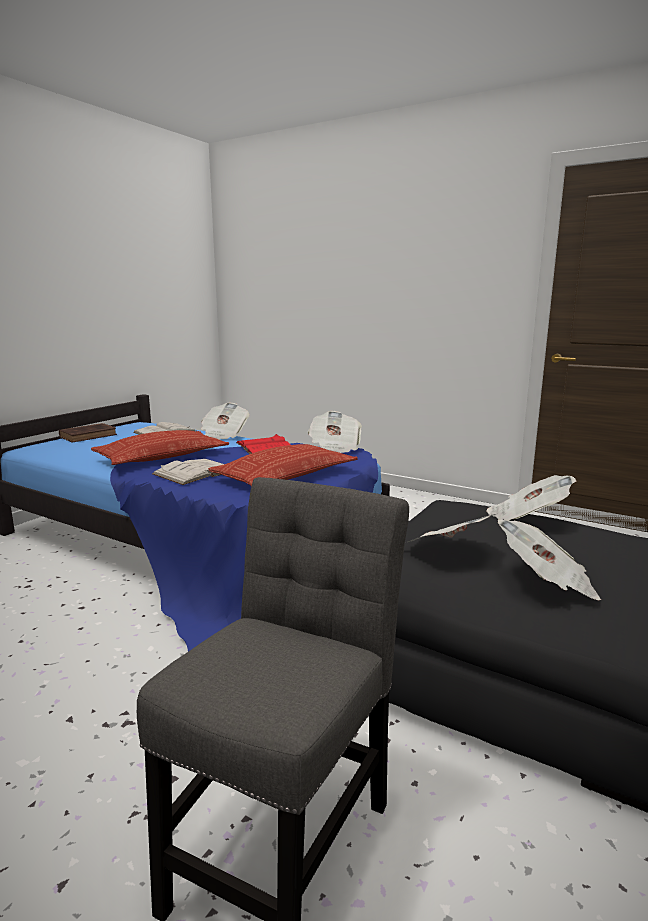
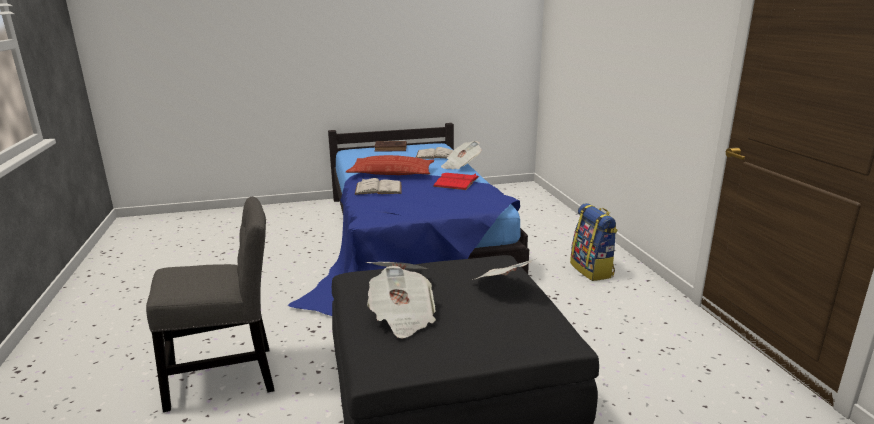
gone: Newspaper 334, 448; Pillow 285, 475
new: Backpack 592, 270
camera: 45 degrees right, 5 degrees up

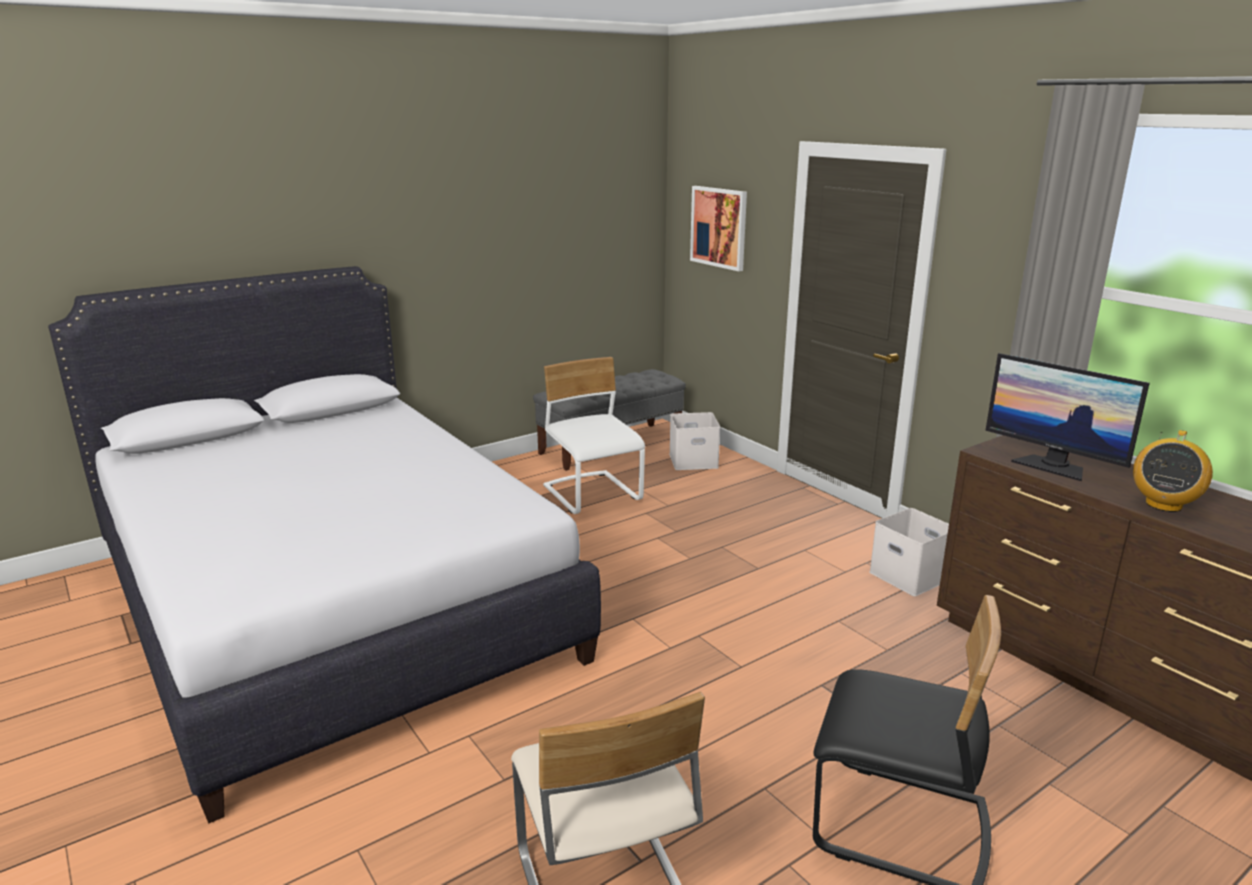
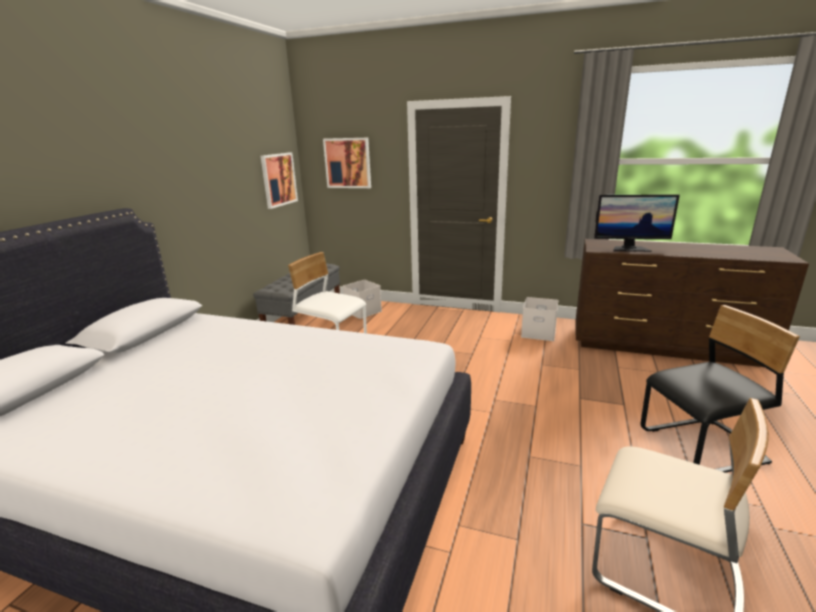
gone: Radio 1163, 504
new: Picture 278, 179
camera: 35 degrees left, 0 degrees up

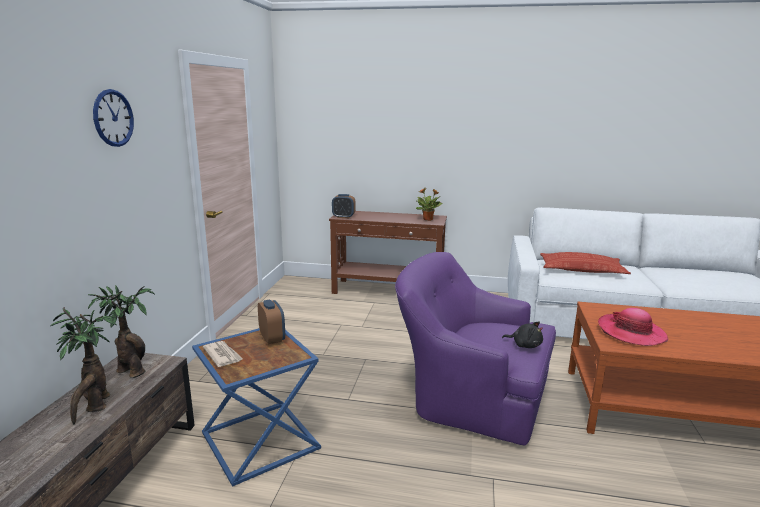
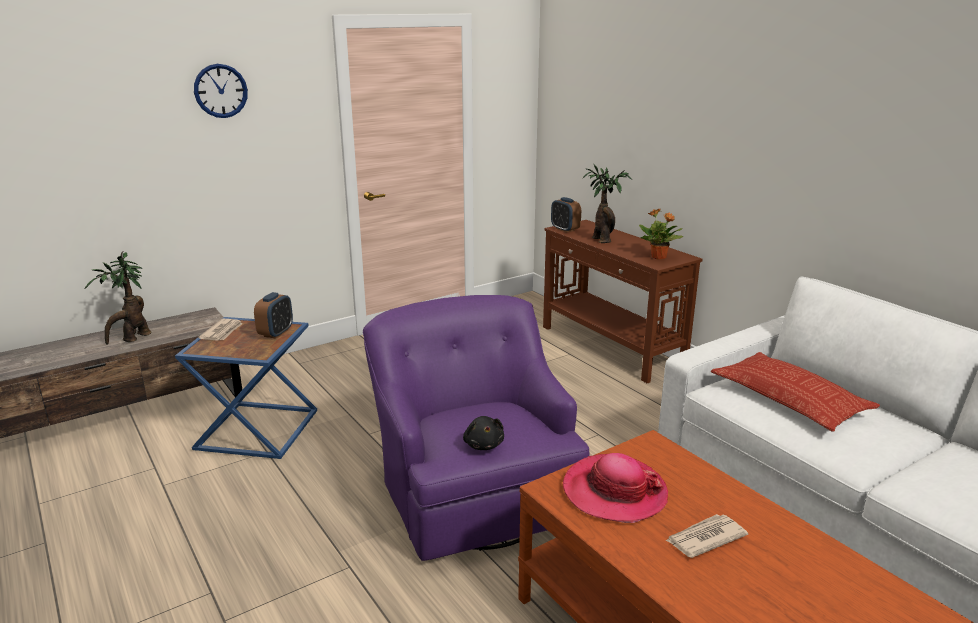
new: Newspaper 704, 538
shifted: PottedPlant 130, 370 to 601, 239
camera: 45 degrees right, 5 degrees up

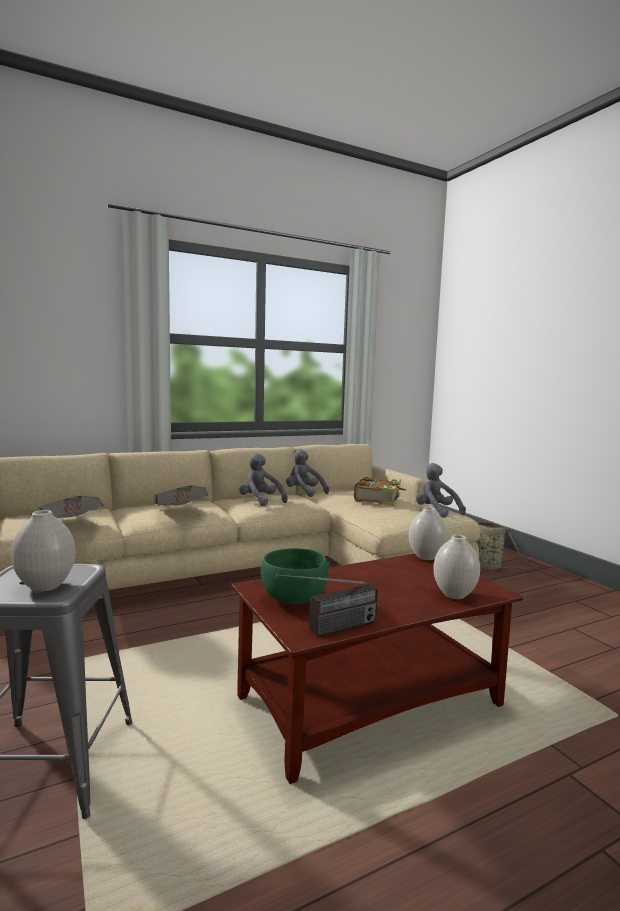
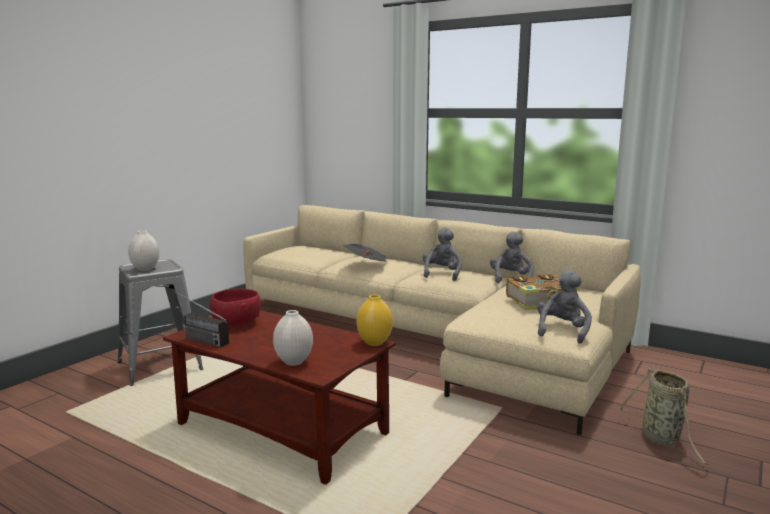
gone: Newspaper 71, 524
repainted: WhiteVase 425, 557 to YellowVase 374, 343; GreenBowl 294, 599 to RedBowl 236, 323
camera: 60 degrees right, 5 degrees up

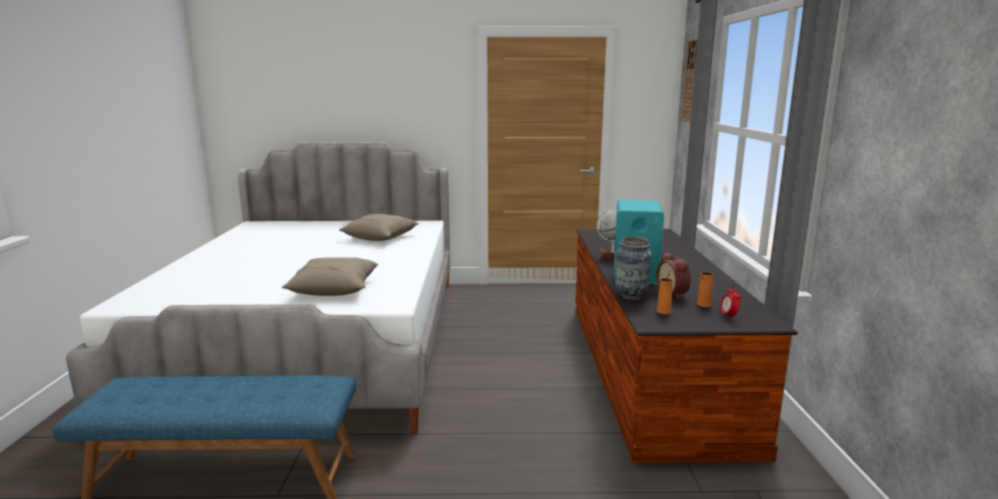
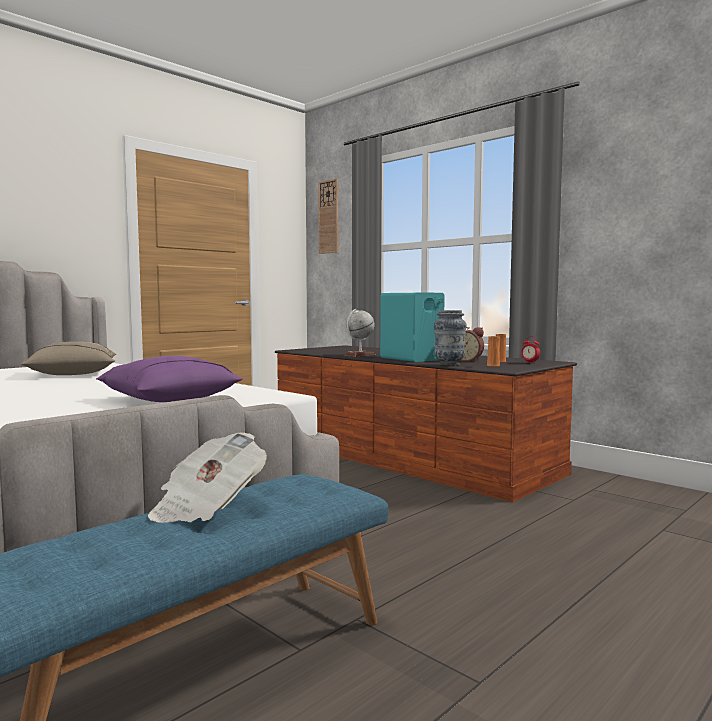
new: Newspaper 207, 507
repainted: BeigePillow 334, 289 to PurplePillow 169, 399
camera: 45 degrees left, 10 degrees down

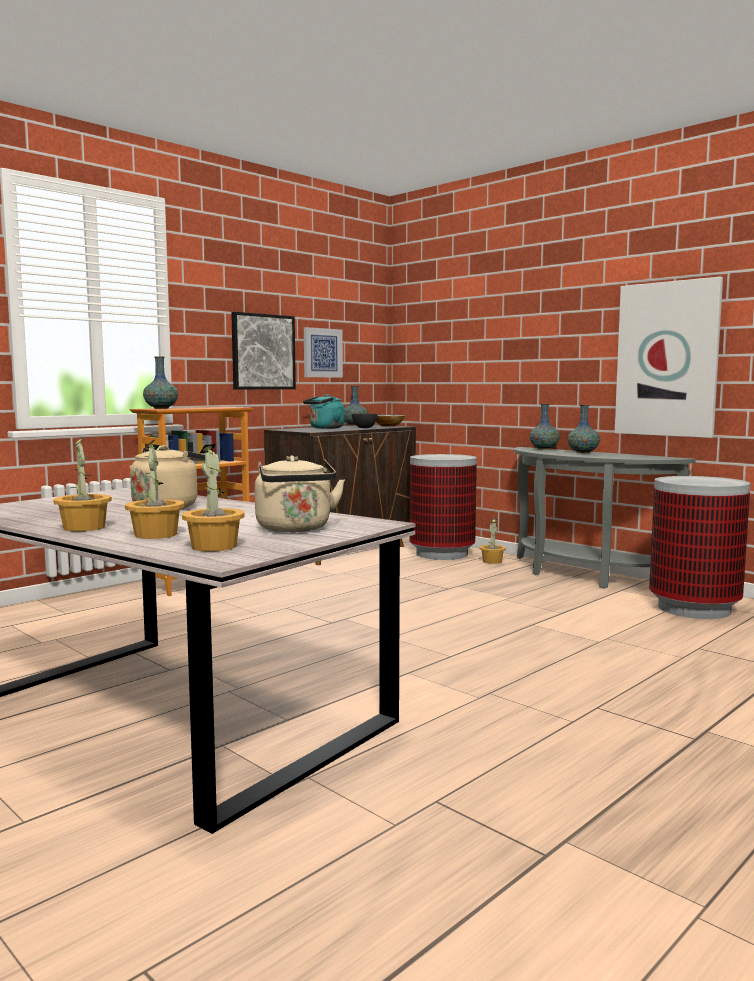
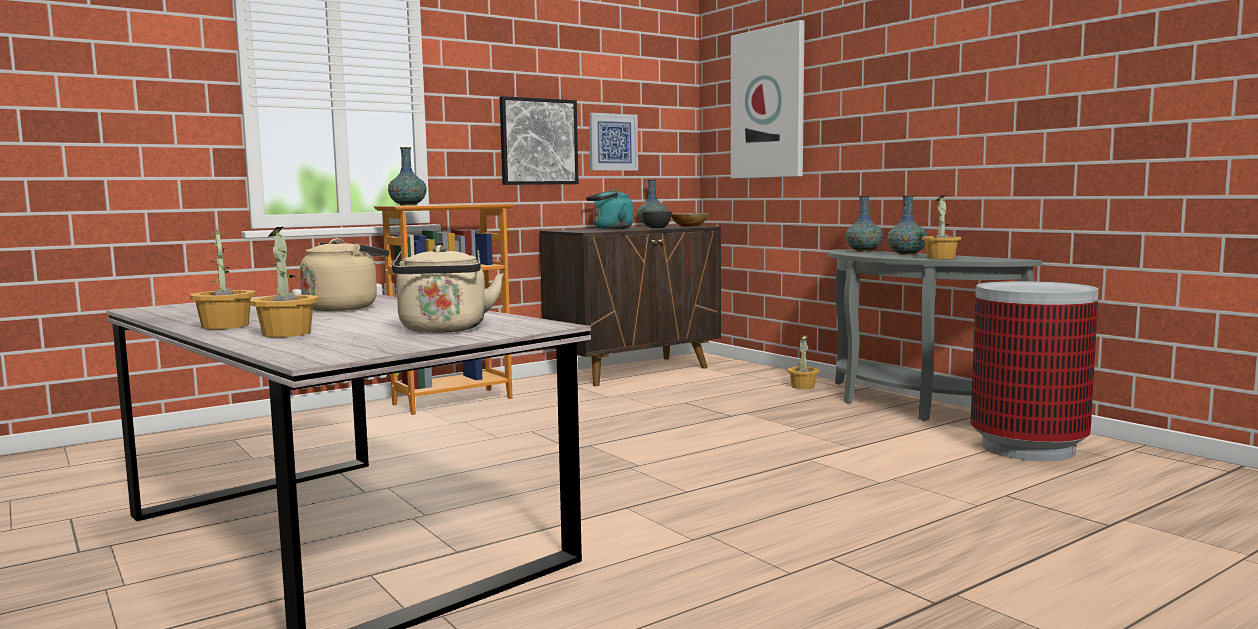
gone: TrashCan 442, 554
shifted: Picture 667, 359 to 768, 103; PottedPlant 214, 546 to 941, 258
camera: 10 degrees right, 0 degrees up

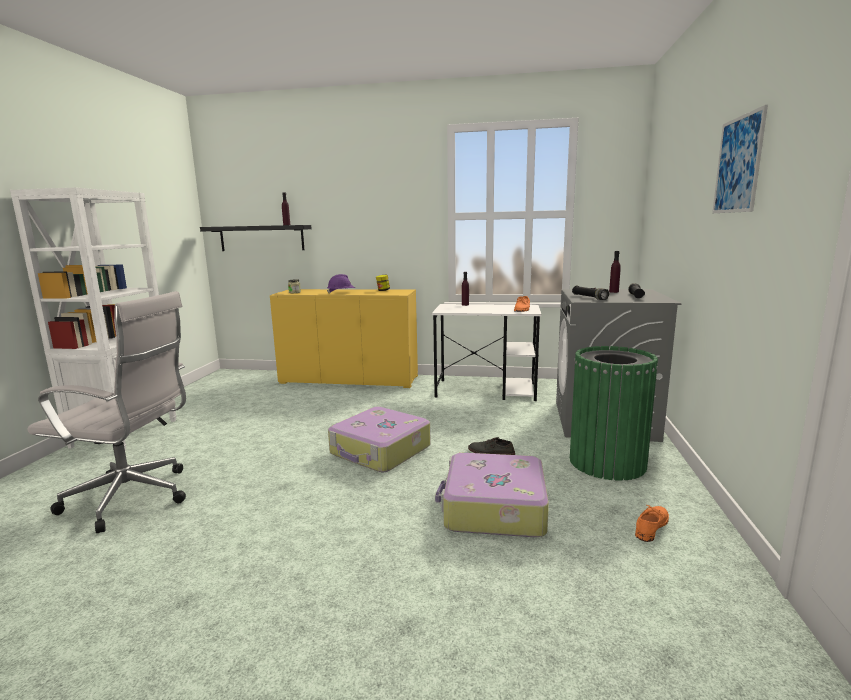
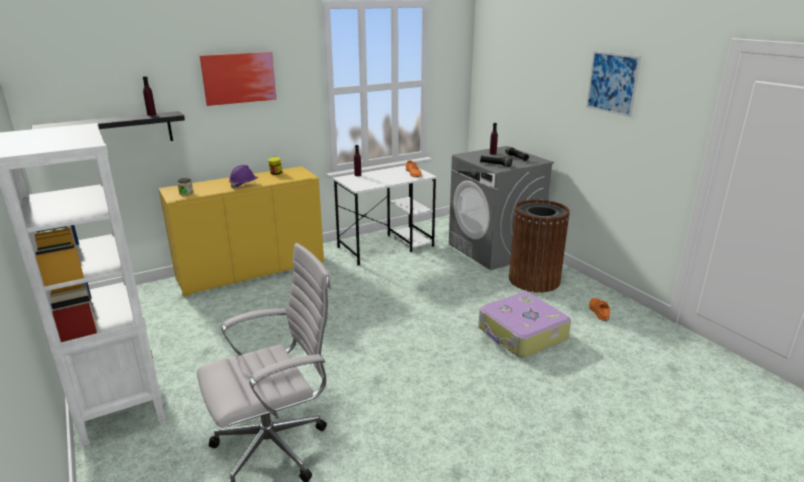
gone: Suitcase 380, 451; GreyShoe 491, 453
new: Picture 239, 78
repainted: GreenTrashCan 607, 462 to BrownTrashCan 534, 280
camera: 40 degrees left, 10 degrees up

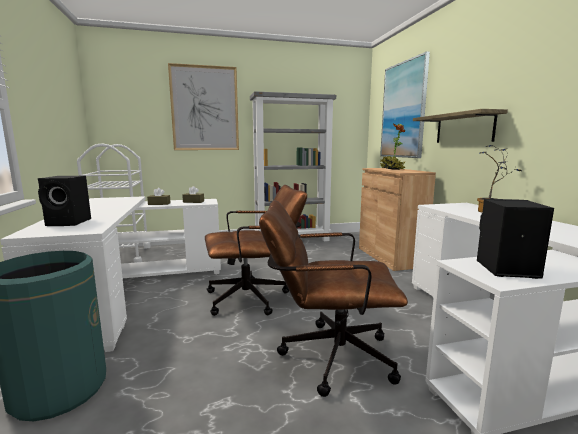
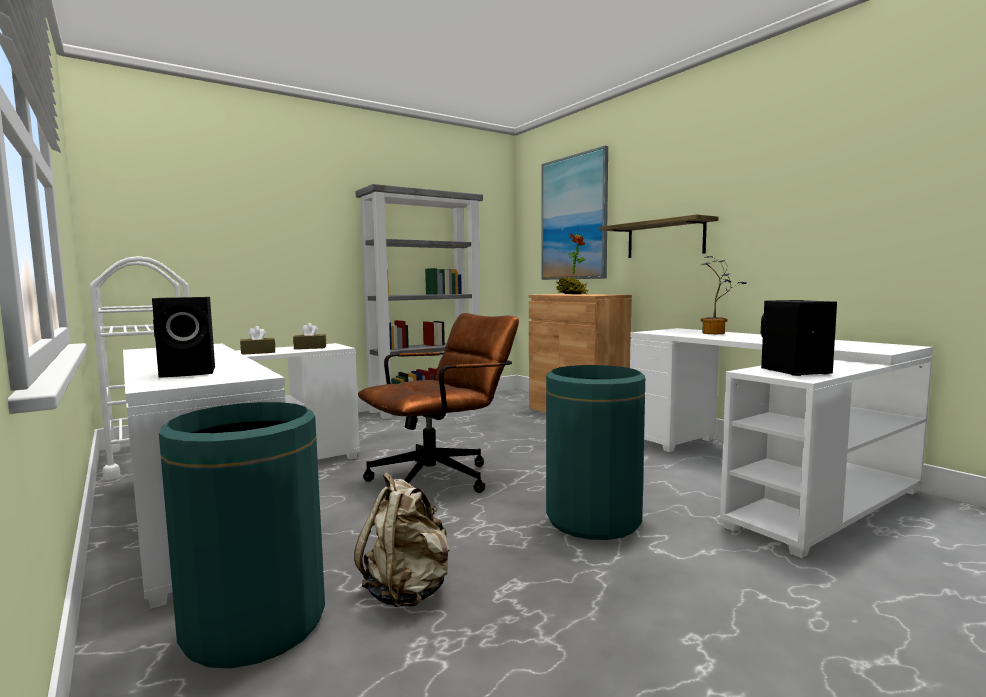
gone: Picture 205, 108
new: BeigeBackpack 408, 591
swapped: BrownOfficeChair 327, 356 to GreenTrashCan 593, 519
camera: 20 degrees left, 5 degrees down

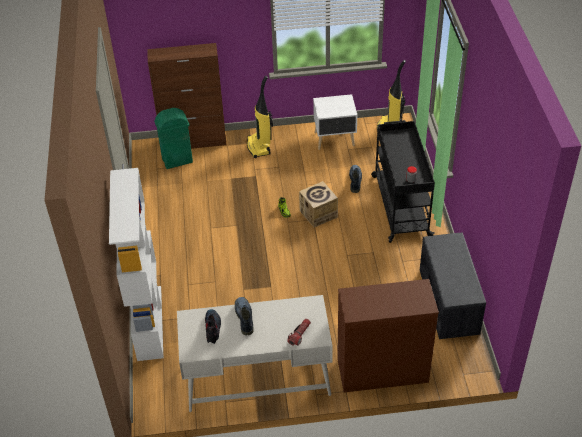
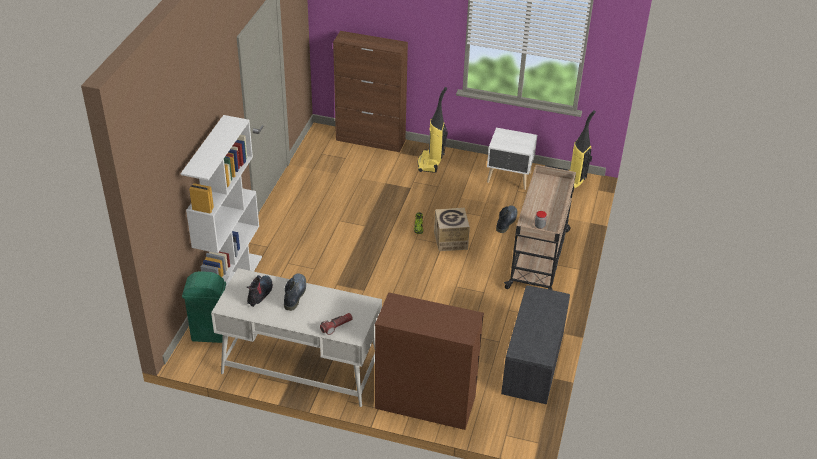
shifted: GreenTrashCan 178, 161 to 211, 335
repainted: BlackCart 400, 205 to BeigeCart 538, 258
camera: 20 degrees right, 5 degrees down

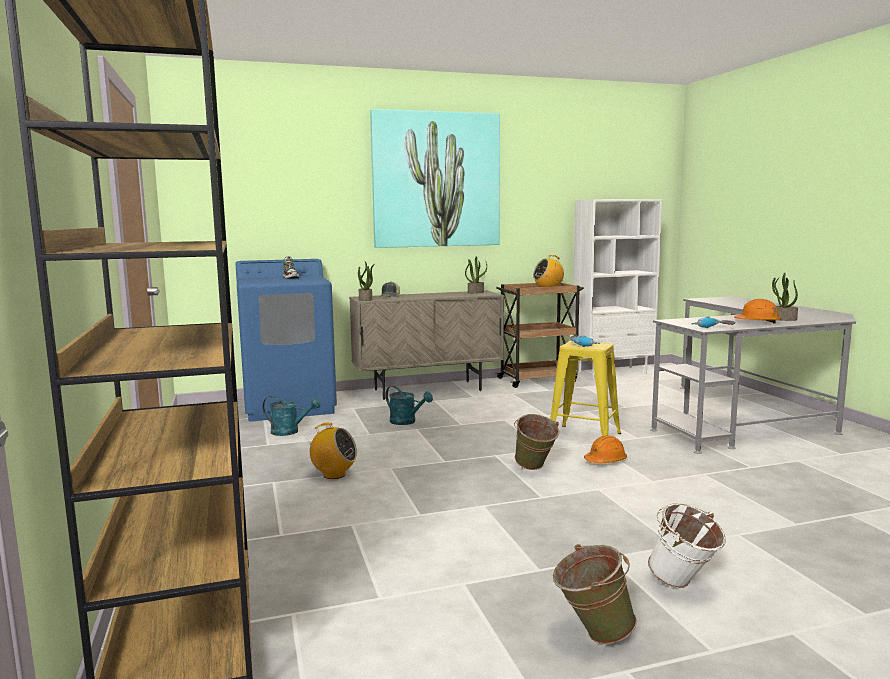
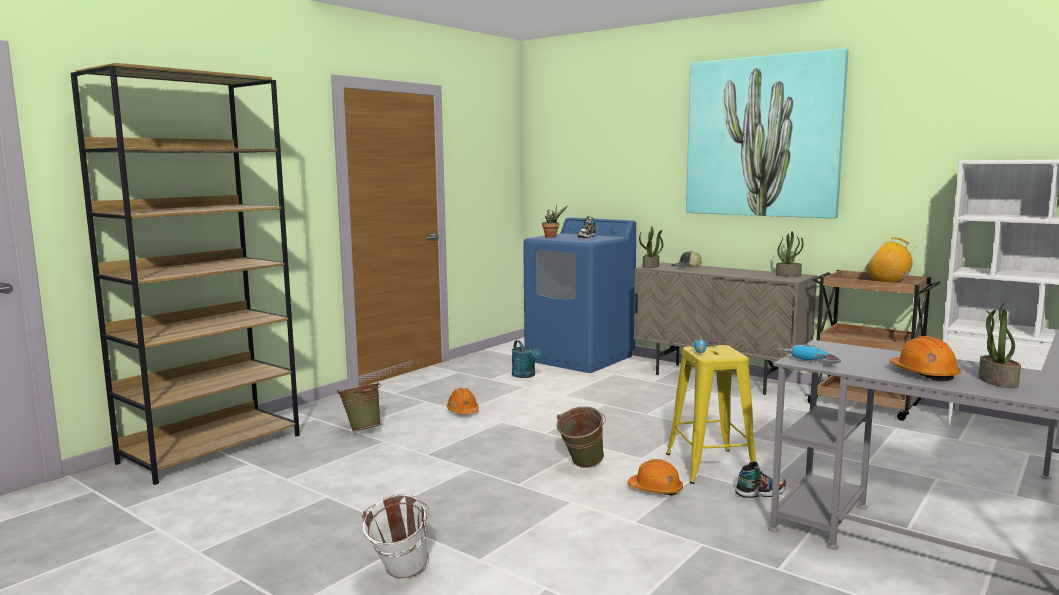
gone: TurquoiseWateringCan 407, 422
new: PottedPlant 552, 237; Shoe 760, 493
shifted: GreenBucket 592, 634 to 362, 430
swapped: Radio 334, 475 to OrangeHardHat 463, 411
camera: 55 degrees right, 0 degrees up

